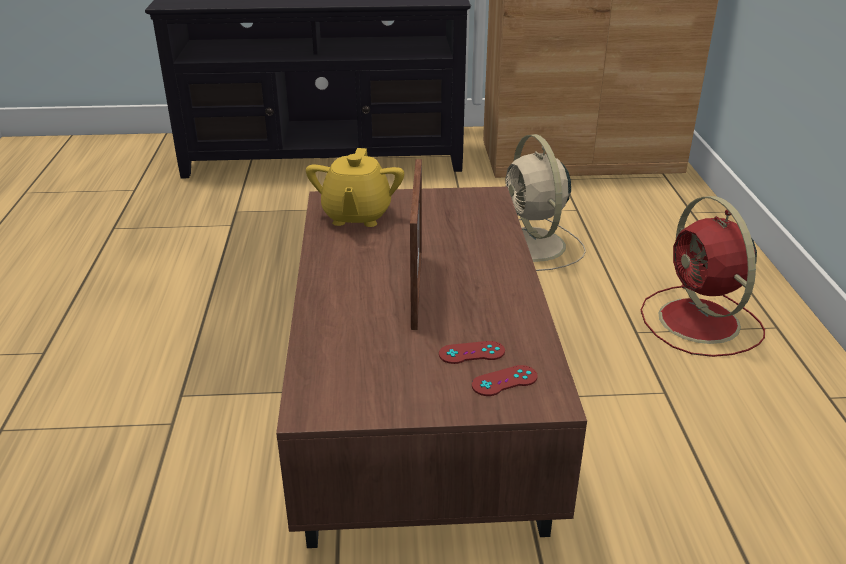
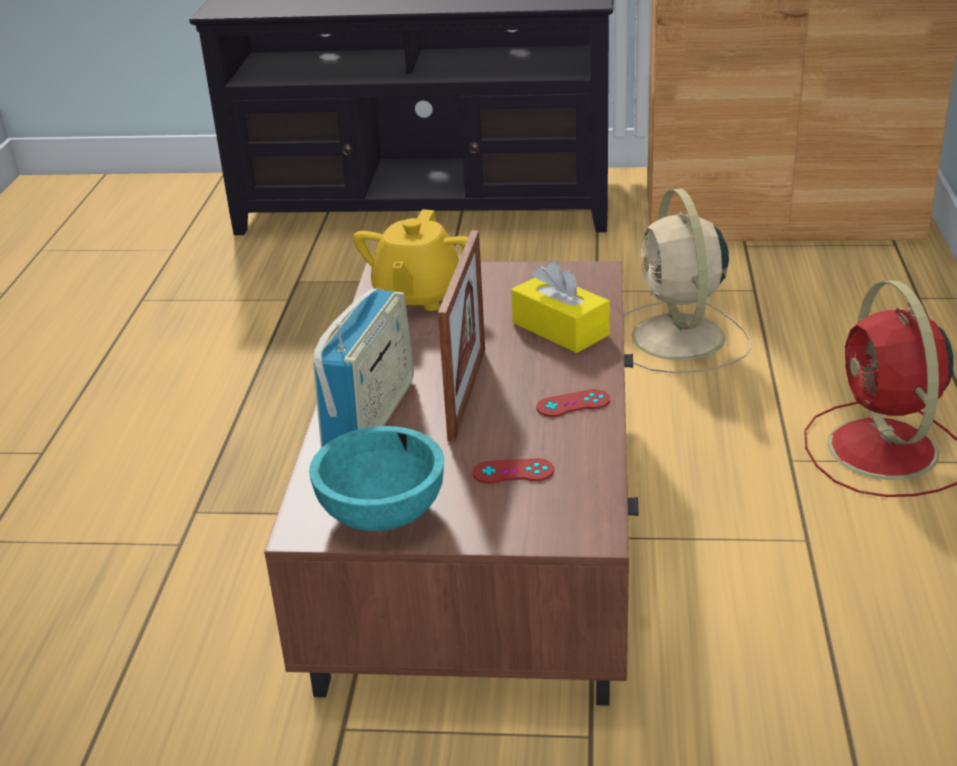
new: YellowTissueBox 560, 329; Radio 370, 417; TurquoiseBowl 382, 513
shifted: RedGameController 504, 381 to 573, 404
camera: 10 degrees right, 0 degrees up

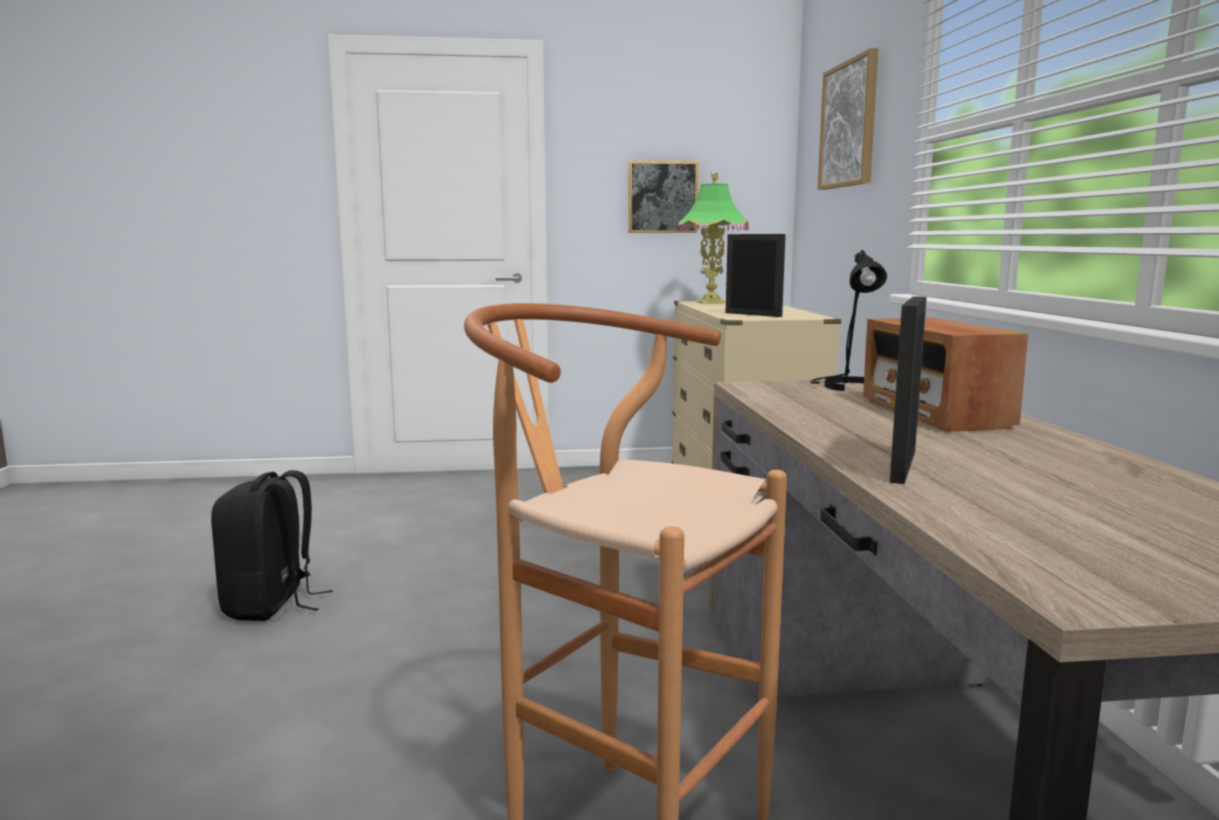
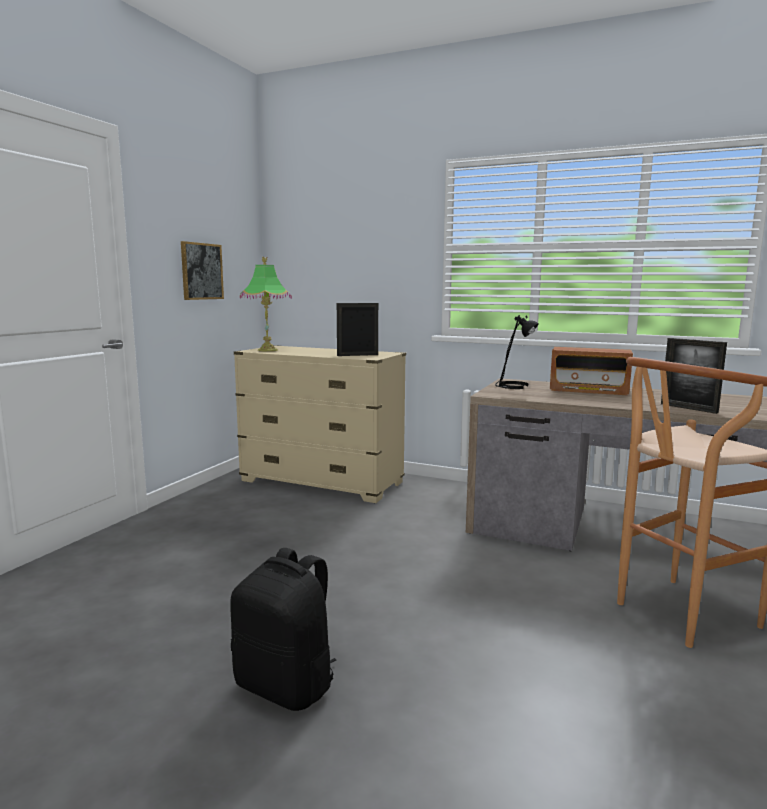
gone: Picture 849, 125
camera: 60 degrees left, 0 degrees up

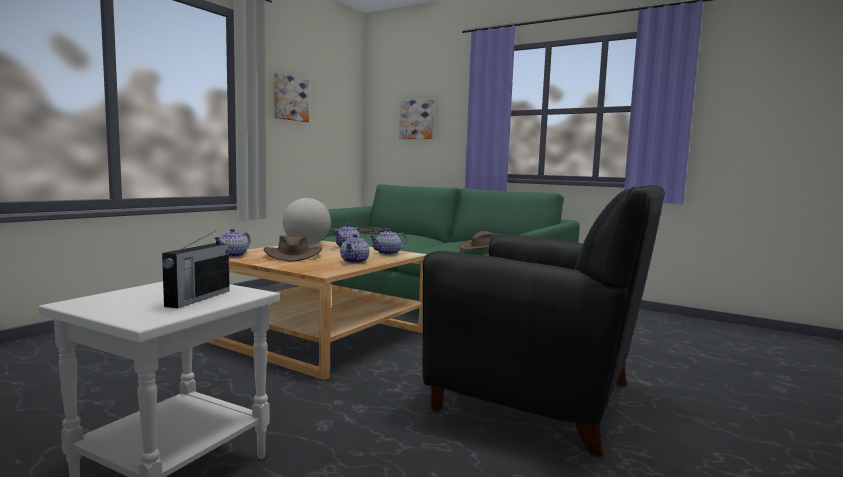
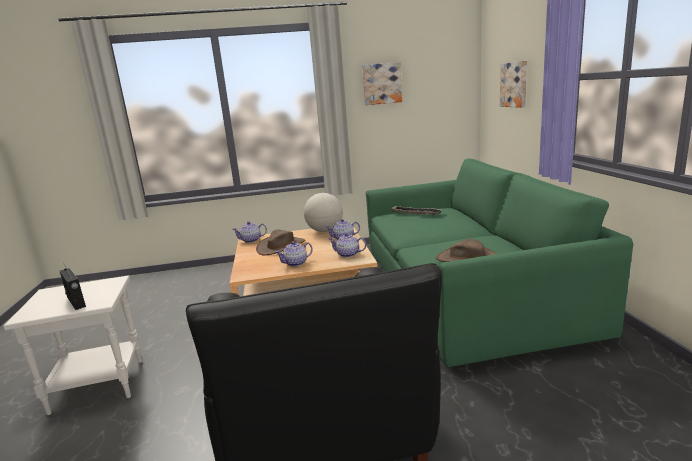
rotated: Radio 197, 298 = 76, 302 105 degrees counterclockwise
camera: 50 degrees right, 10 degrees up

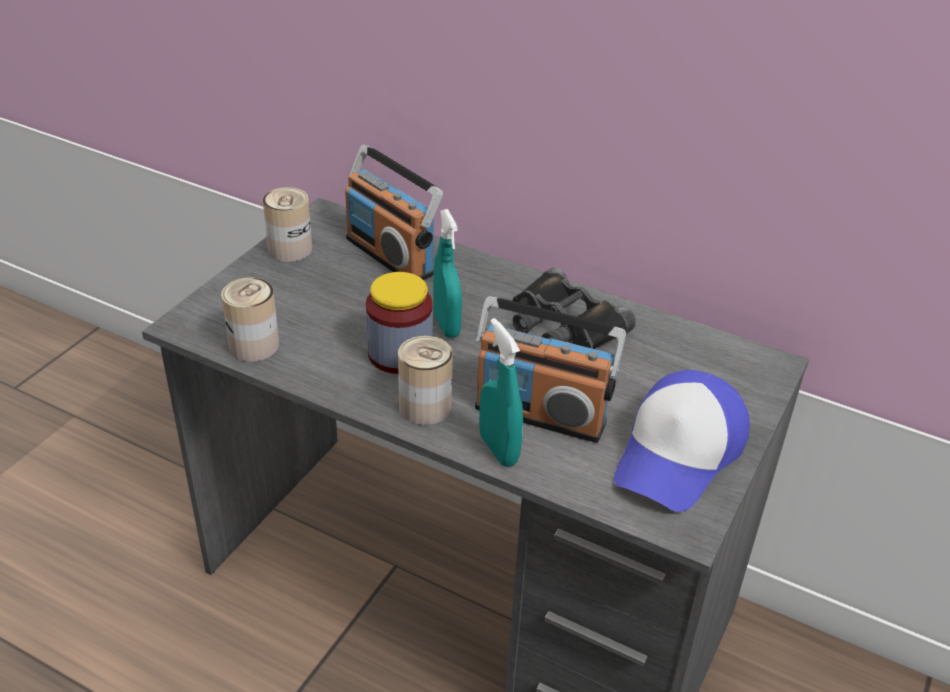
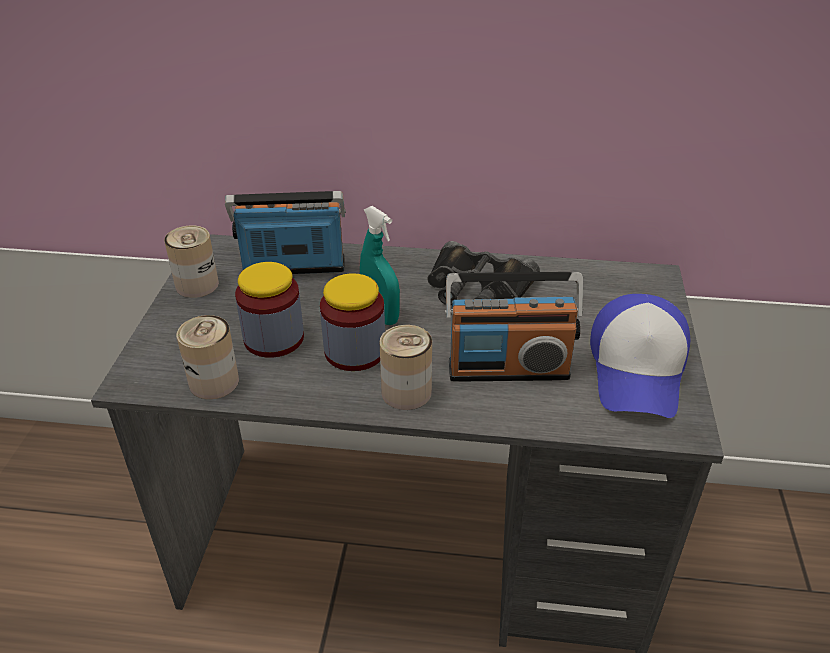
gone: TurquoiseSprayBottle 498, 450
new: Jar 274, 338
rotated: Radio 390, 256 = 294, 268 150 degrees clockwise
camera: 20 degrees left, 0 degrees up

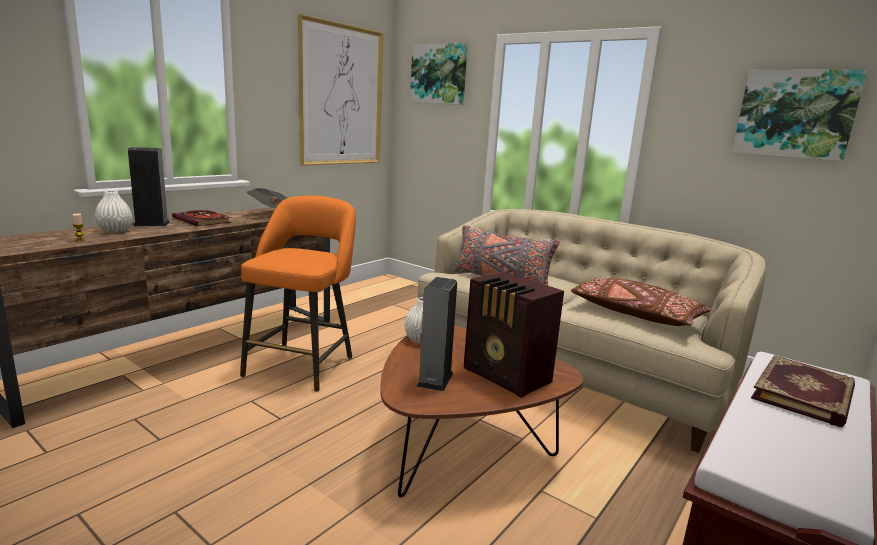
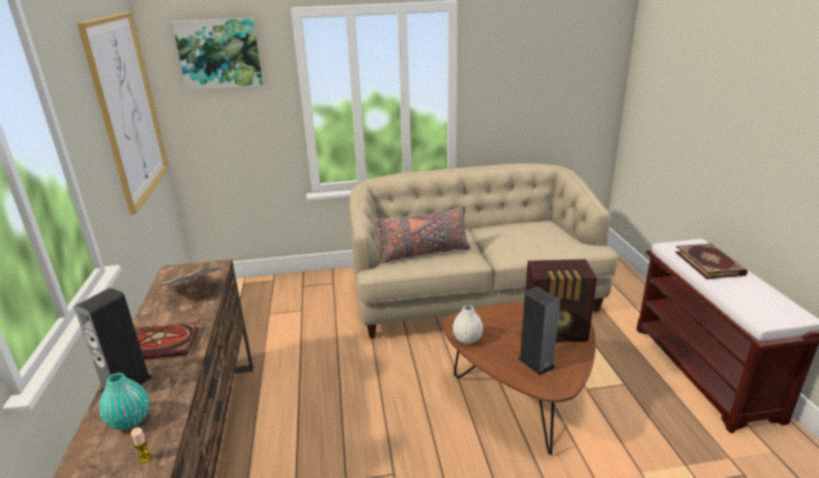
gone: Picture 795, 114; OrangeStool 302, 364; BrownPillow 634, 314
repainted: WhiteVase 115, 231 to TurquoiseVase 129, 420
camera: 45 degrees left, 10 degrees up

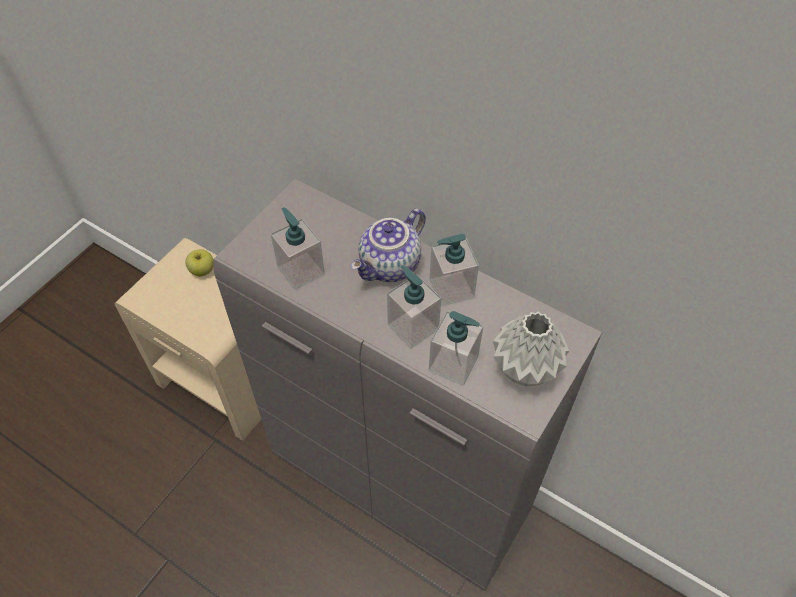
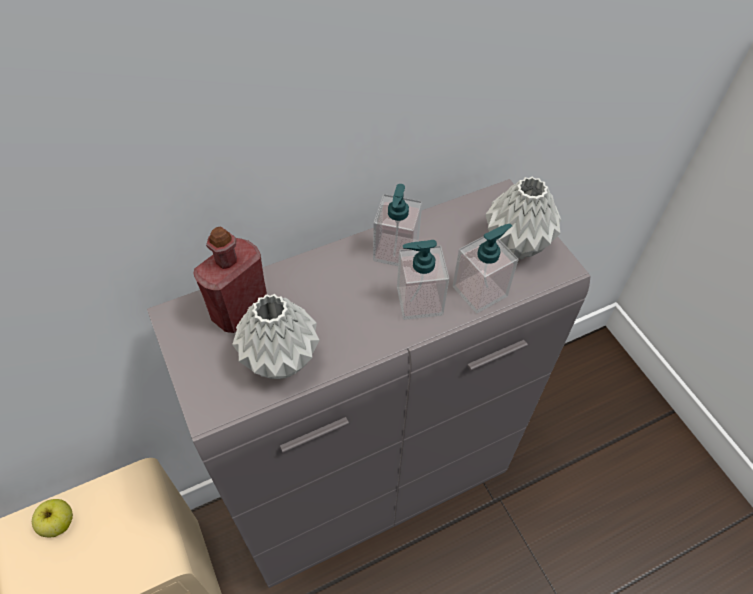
gone: Teapot 390, 266
new: RedBottle 240, 310
swapped: SoapDispenser 301, 270 to GreyVase 280, 361
camera: 60 degrees left, 0 degrees up

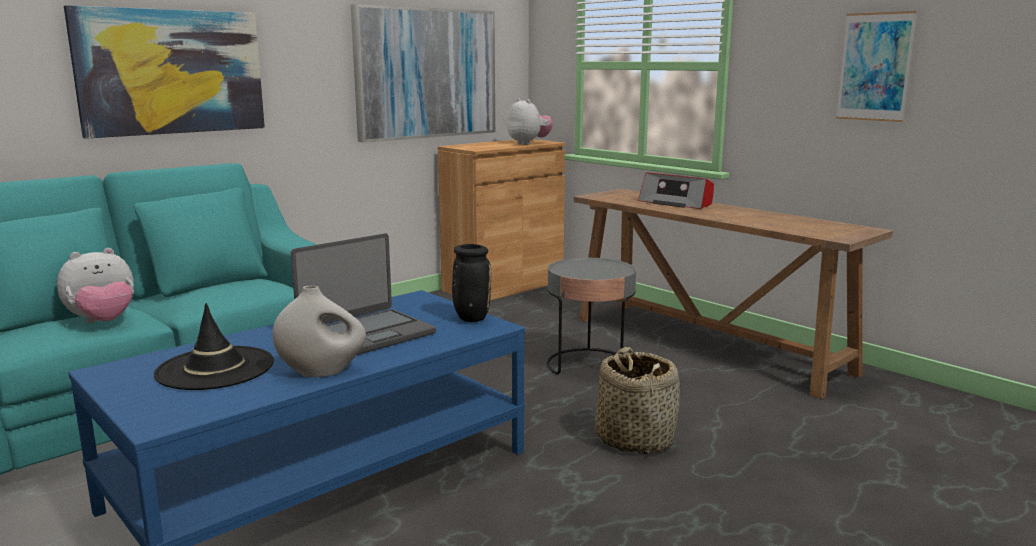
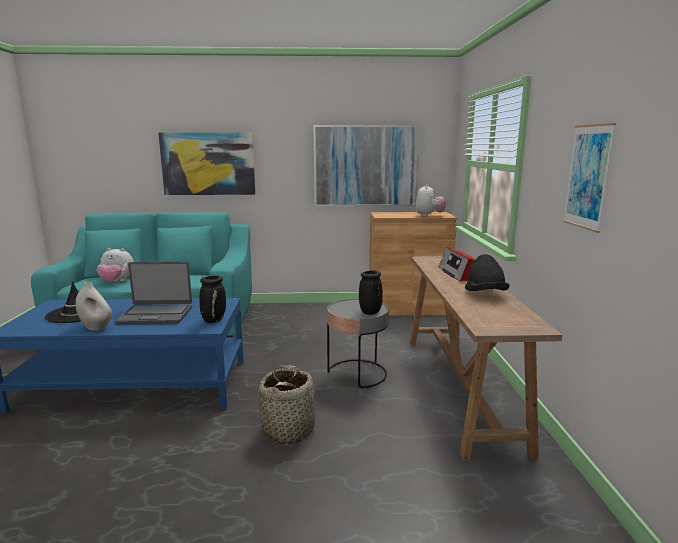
new: BlackHat 485, 294; BlackVase 370, 312
camera: 40 degrees right, 0 degrees up

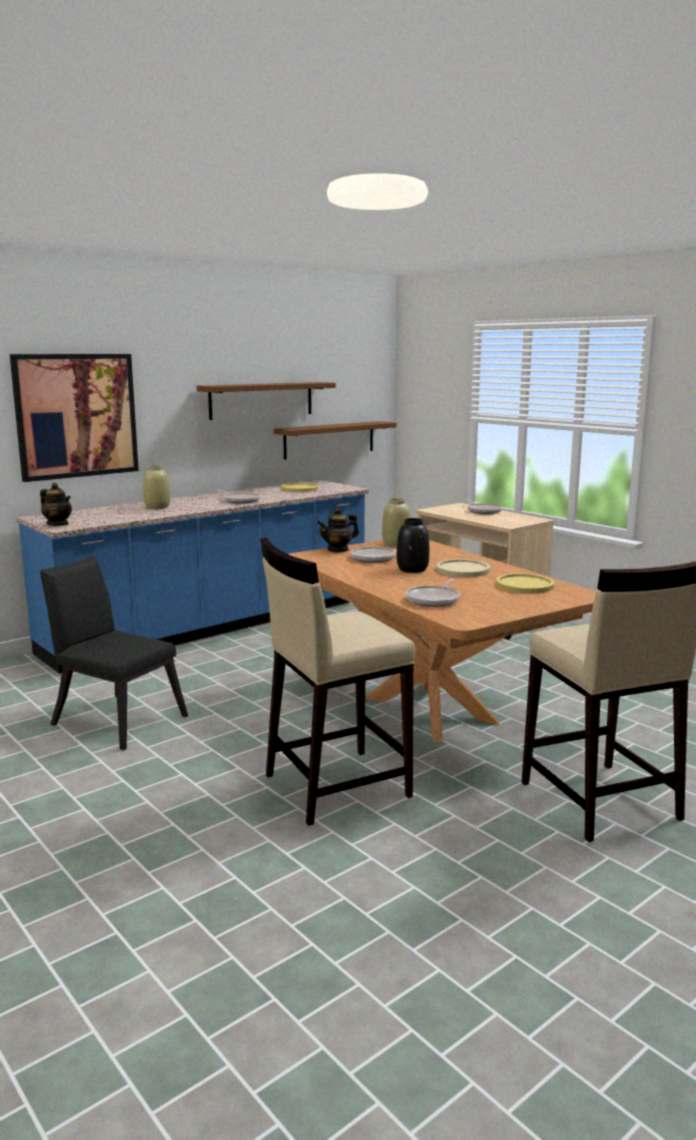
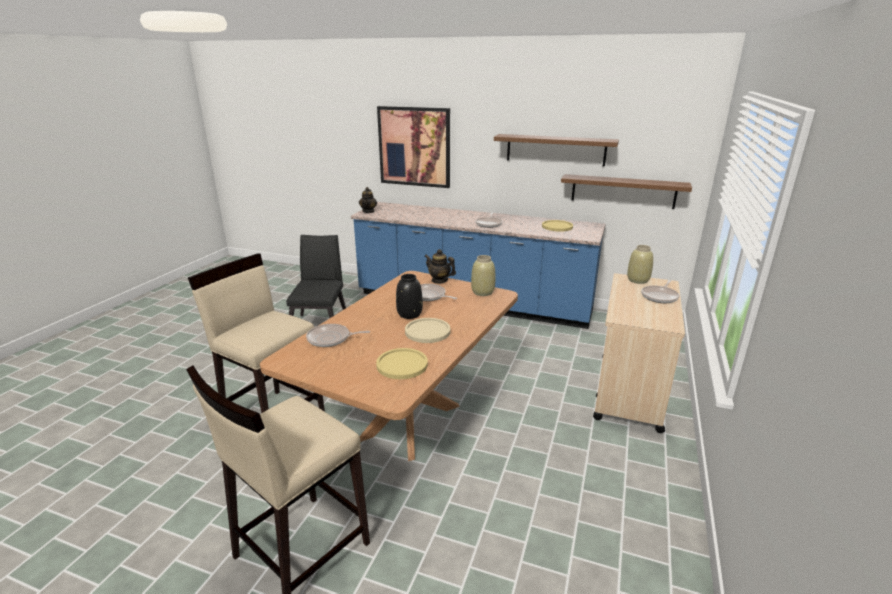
shifted: BeigeVase 158, 507 to 638, 280
camera: 60 degrees right, 10 degrees up

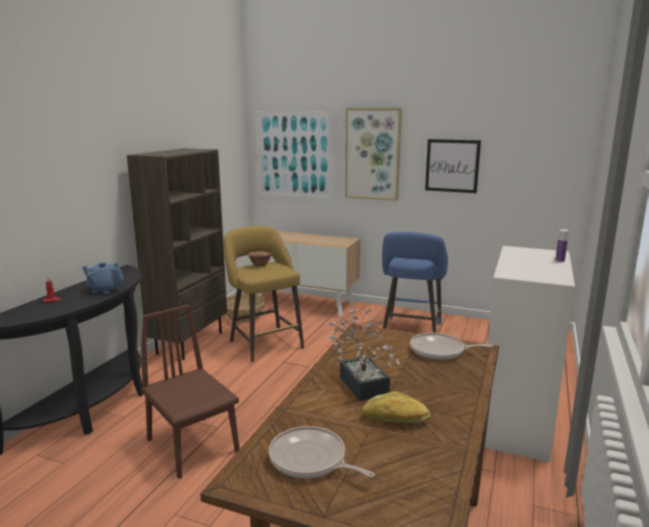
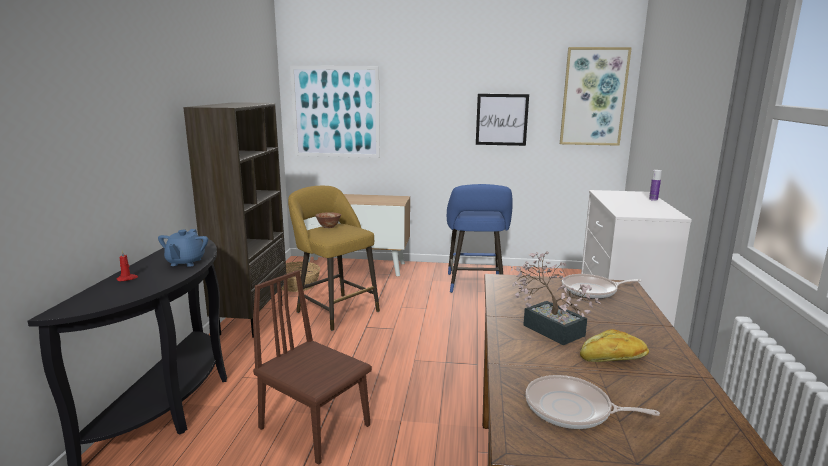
shifted: Picture 372, 154 to 593, 97
rotated: BlueTeapot 105, 290 = 185, 262 90 degrees counterclockwise
camera: 15 degrees left, 0 degrees up

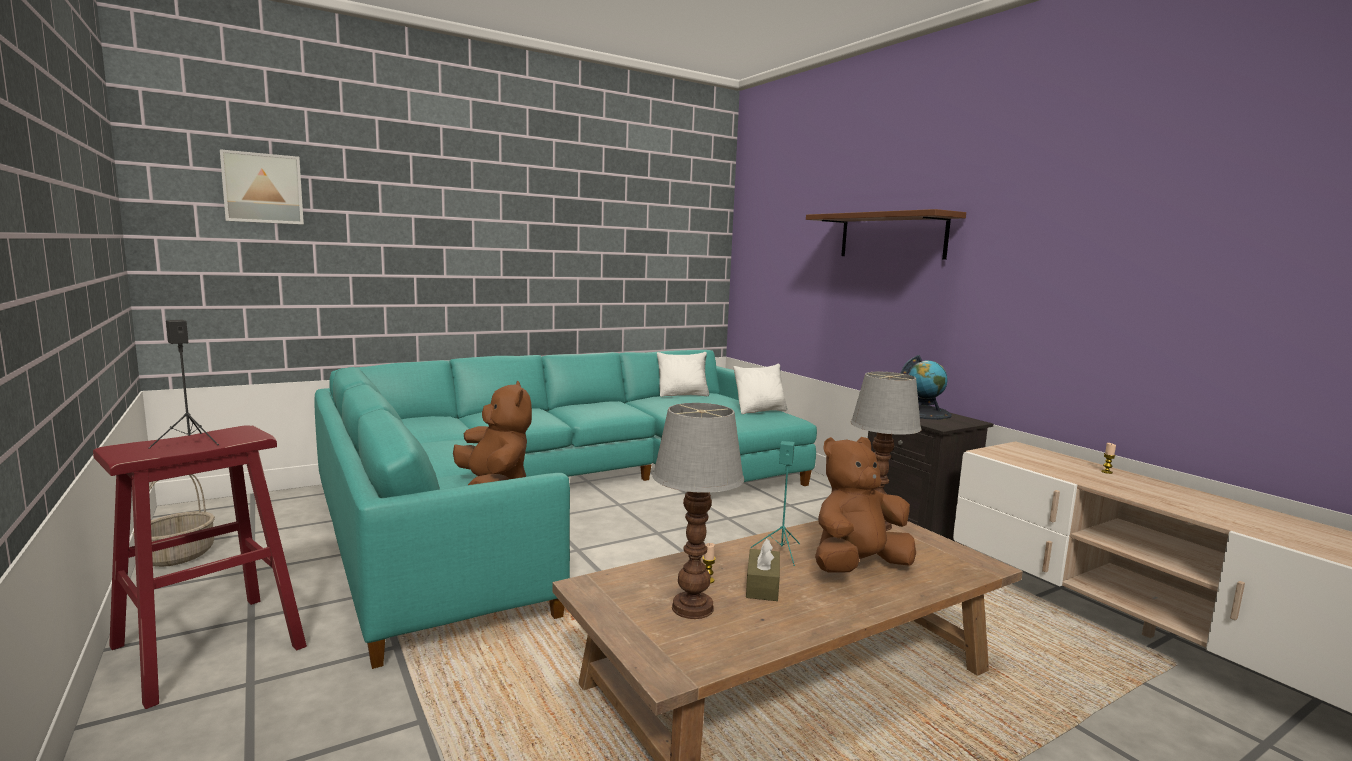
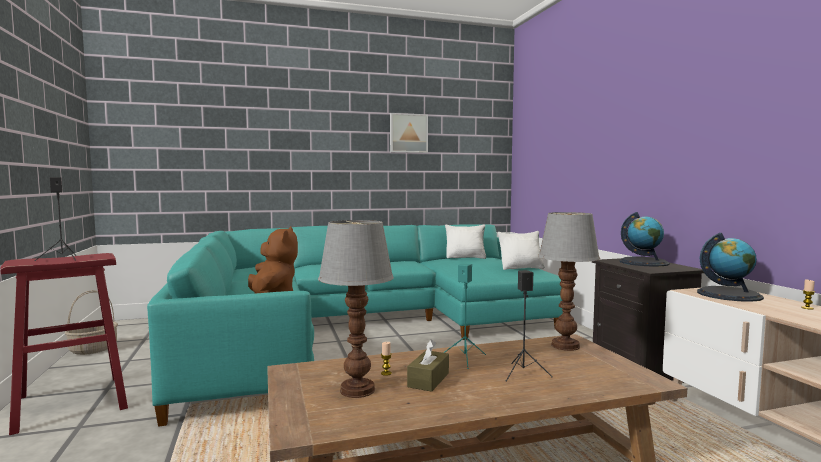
gone: BrownShelf 892, 236
new: Globe 729, 294
shifted: Picture 263, 188 to 408, 133
swapped: BrownPlushToy 857, 567 to BlackSpeaker 524, 373
camera: 15 degrees right, 5 degrees down

